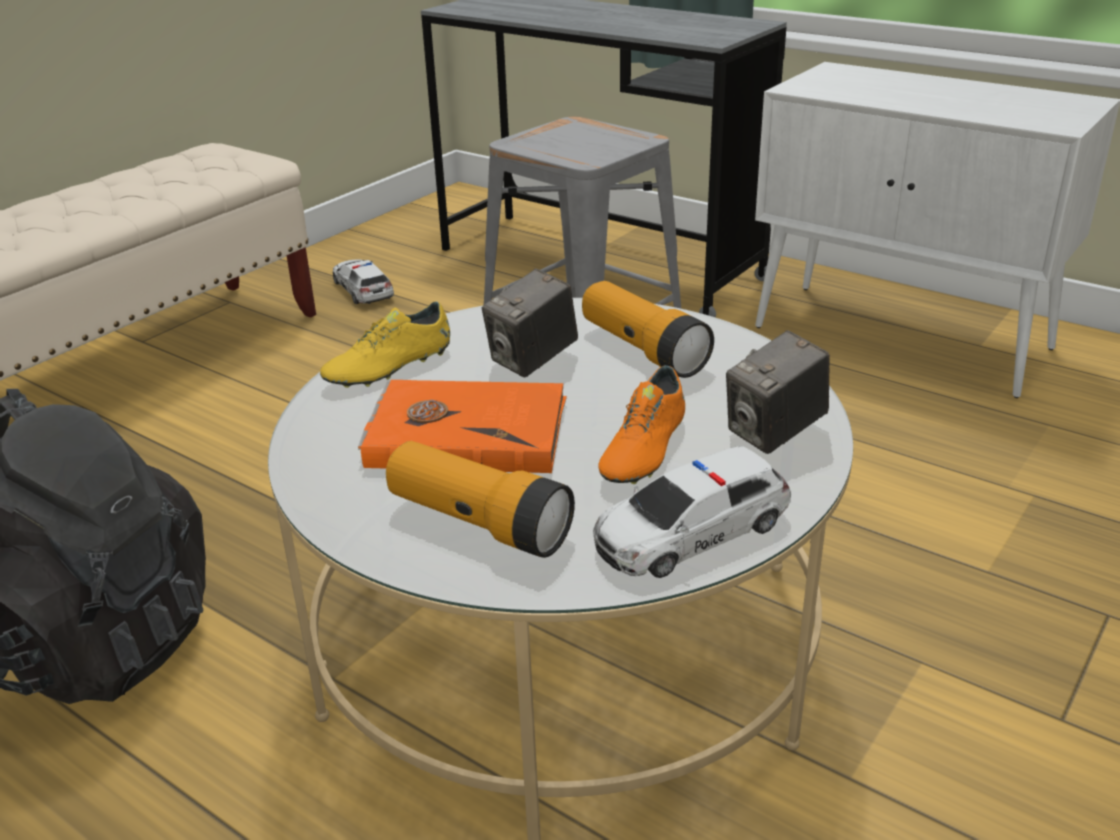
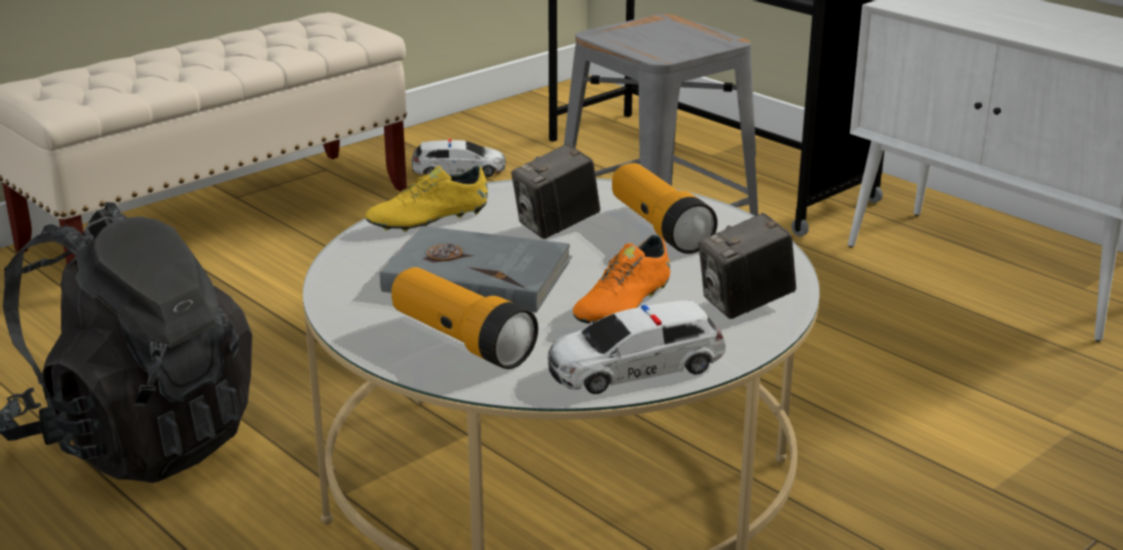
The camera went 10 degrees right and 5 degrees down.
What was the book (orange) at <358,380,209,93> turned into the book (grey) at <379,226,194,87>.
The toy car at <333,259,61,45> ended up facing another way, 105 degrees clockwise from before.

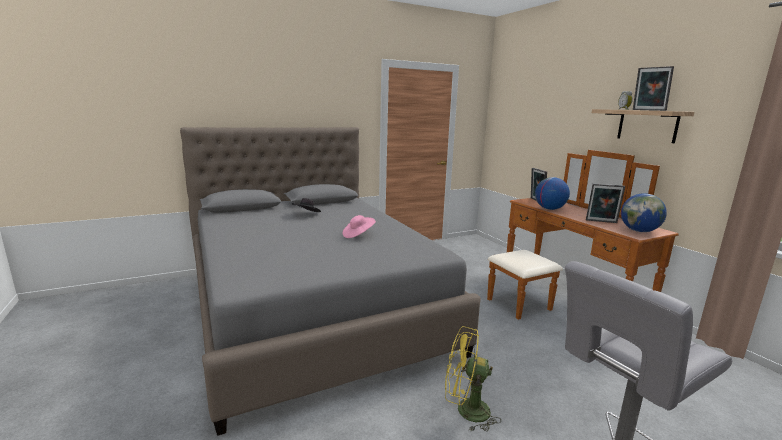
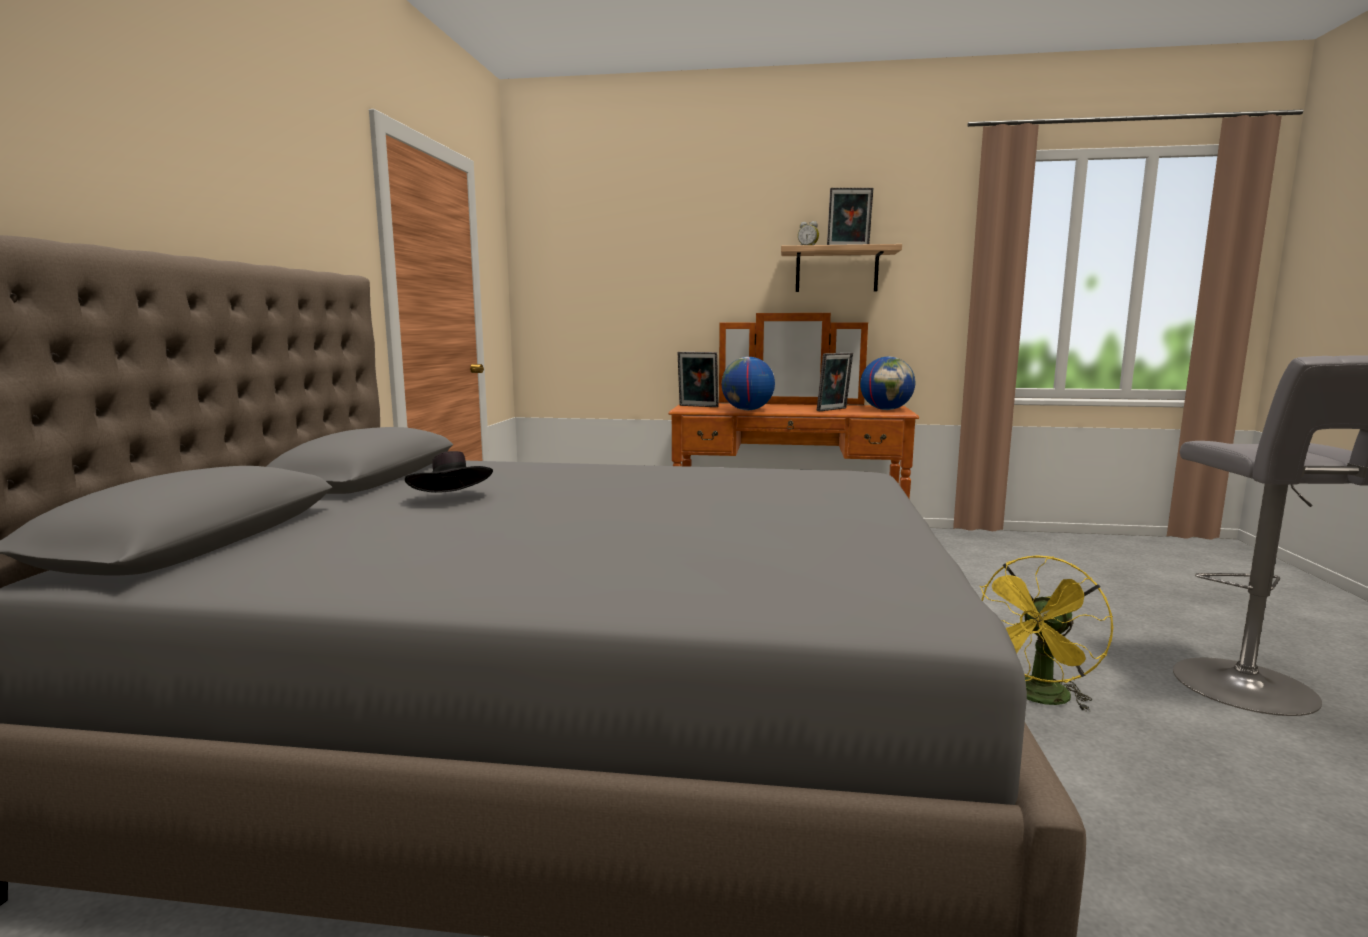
The camera went 55 degrees left and 5 degrees down.
The second view lost the hat (pink) at <342,215,34,23>.

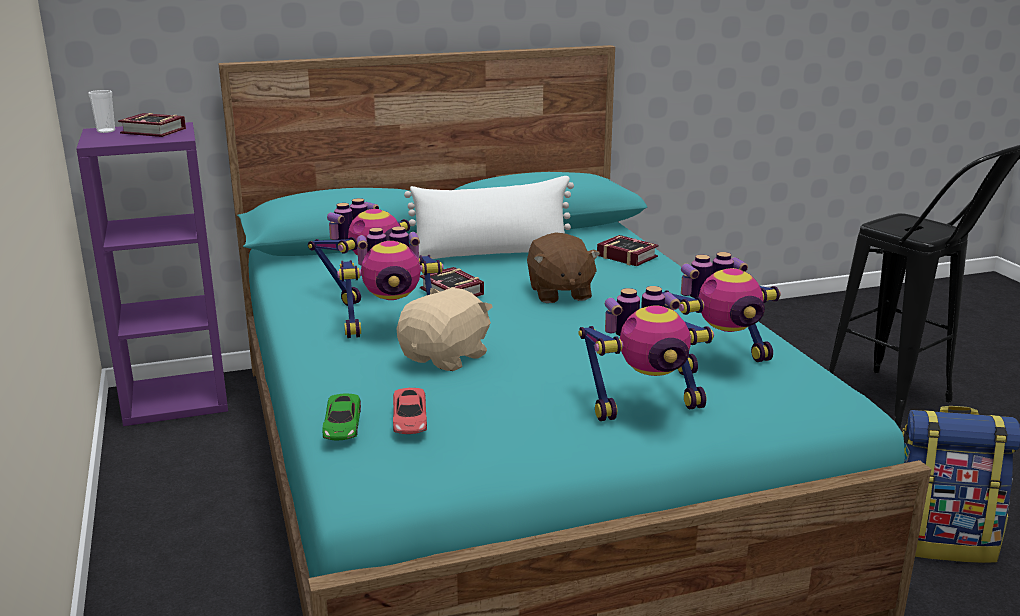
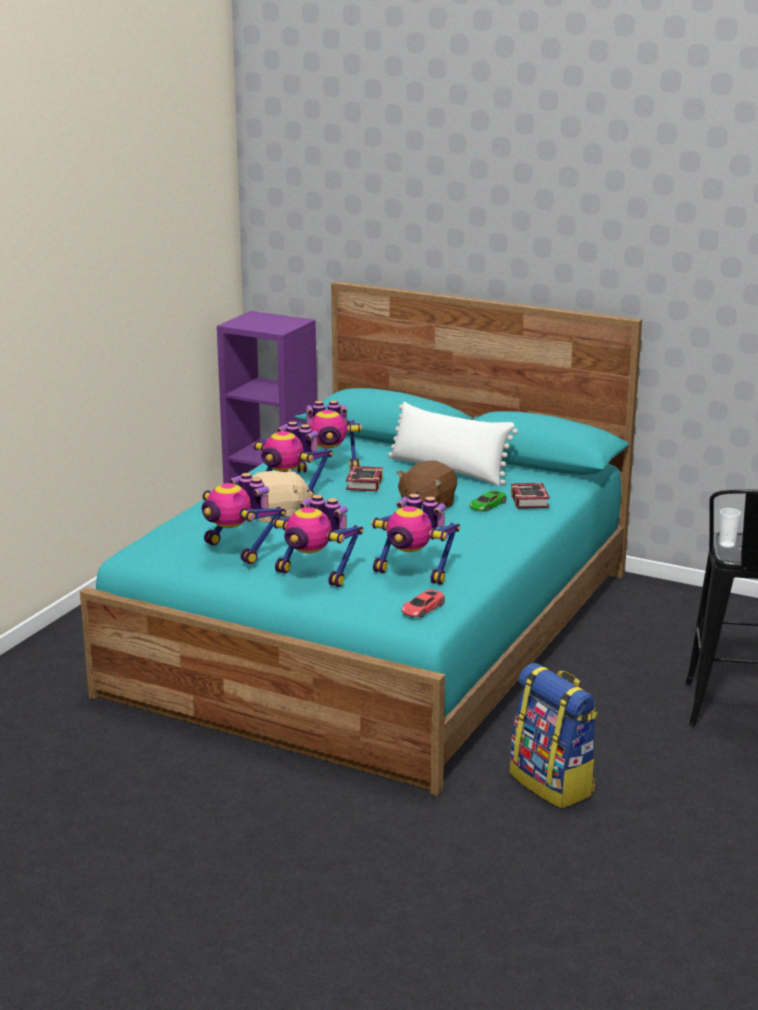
The camera went 45 degrees right and 0 degrees up.
The second view gained the toy robot at <202,473,84,91>.
The toy car (red) ended up elsewhere, having gone from <393,388,34,46> to <402,590,43,27>.
The toy car (green) ended up elsewhere, having gone from <323,393,38,47> to <470,490,37,22>.
The cup ended up elsewhere, having gone from <88,90,27,43> to <719,508,22,40>.
The second view lost the book at <118,113,68,24>.

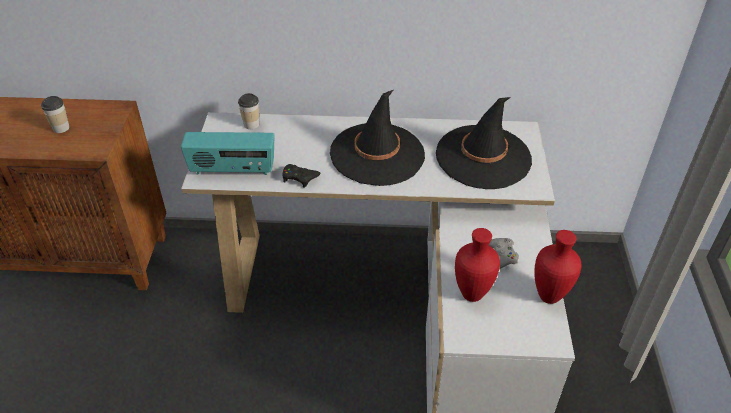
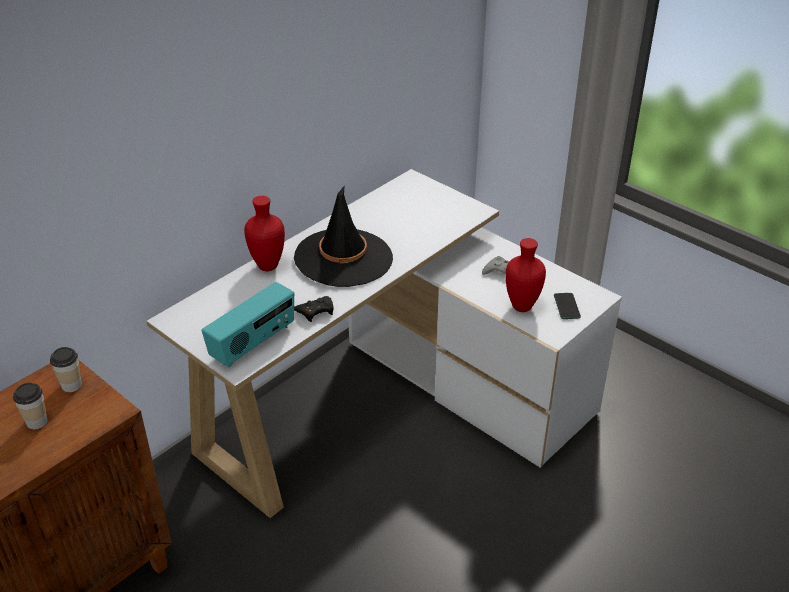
The camera went 50 degrees left and 5 degrees down.
The cup ended up elsewhere, having gone from <238,93,21,36> to <50,347,32,45>.
The vase (red) ended up elsewhere, having gone from <535,230,47,74> to <244,196,41,75>.
The second view gained the phone at <554,293,27,26>.
The second view lost the hat (black) at <436,97,96,92>.

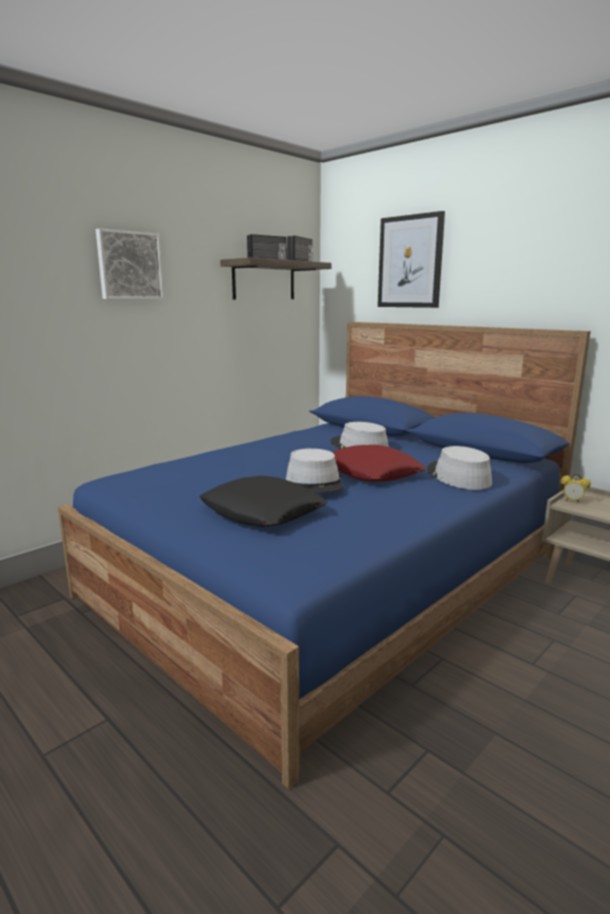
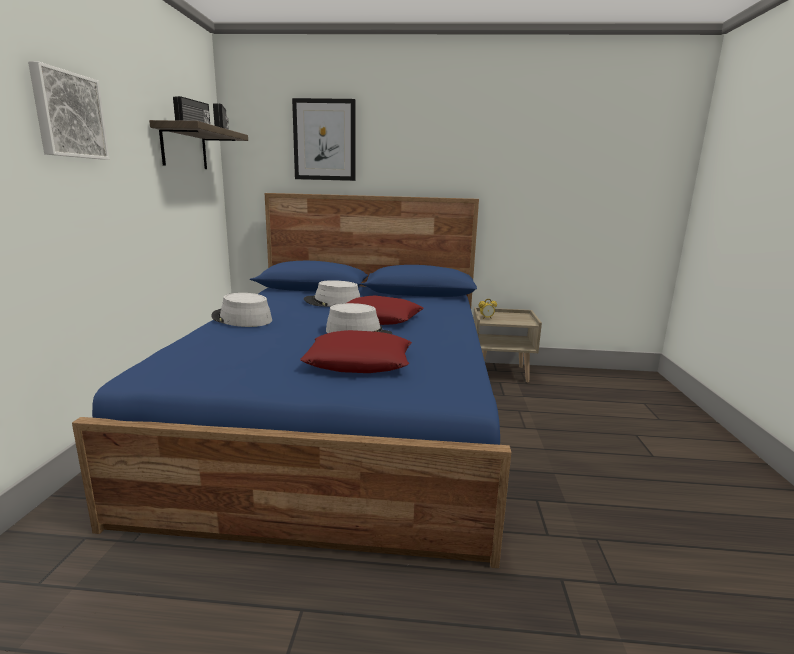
The camera went 40 degrees left and 0 degrees up.
The hat (grey) ended up elsewhere, having gone from <427,446,65,44> to <211,293,61,34>.
What was the pillow (black) at <199,476,129,51> turned into the pillow (red) at <300,330,112,43>.

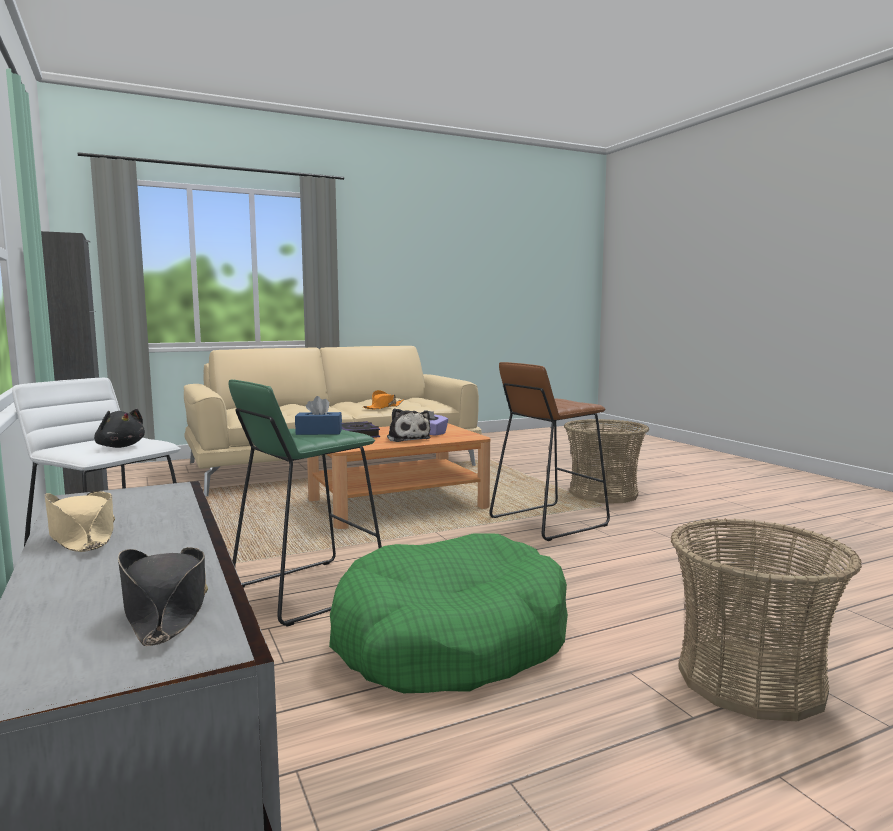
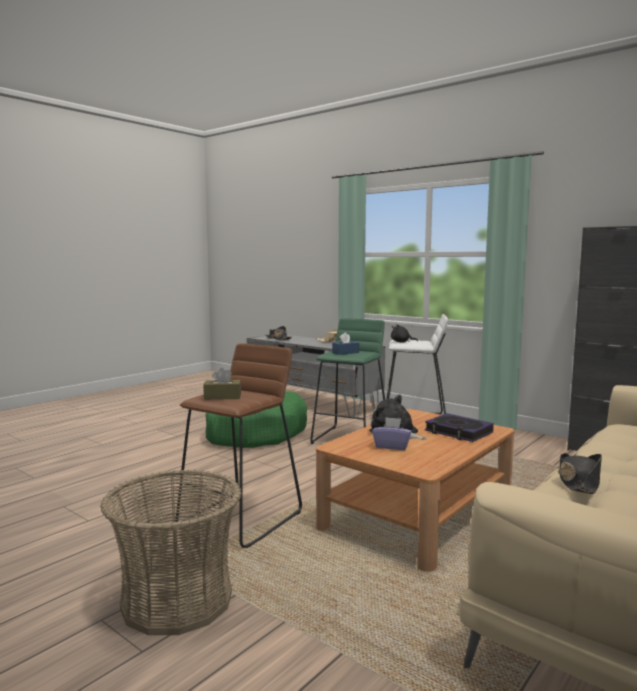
The camera went 155 degrees right and 0 degrees up.
The second view gained the tissue box (brown) at <203,368,38,32>.
What was the hat (orange) at <363,390,41,19> turned into the hat (black) at <558,453,44,41>.
The second view lost the basket at <671,518,191,203>.

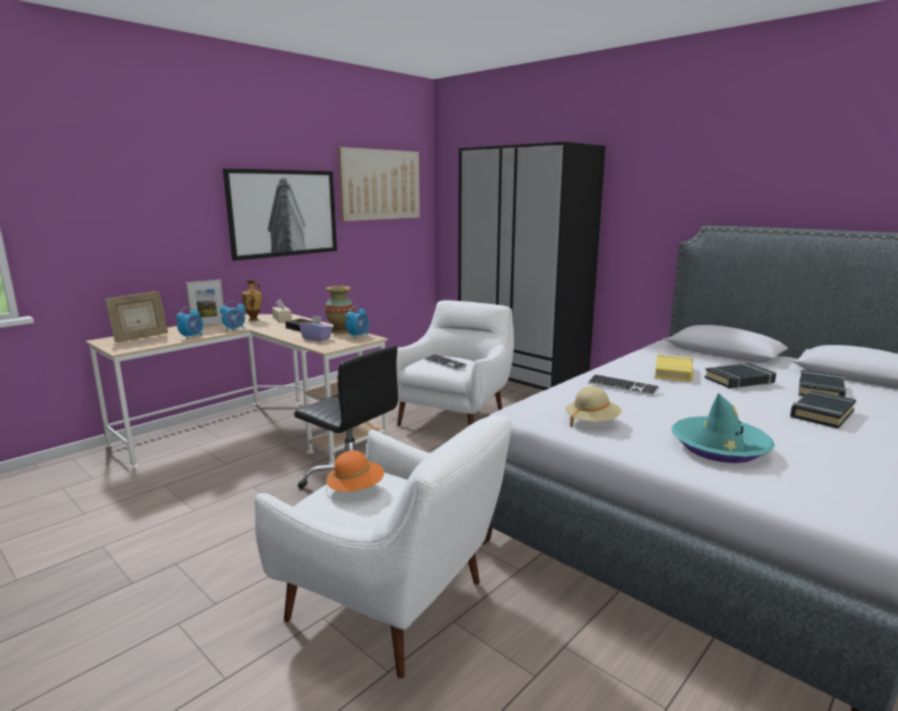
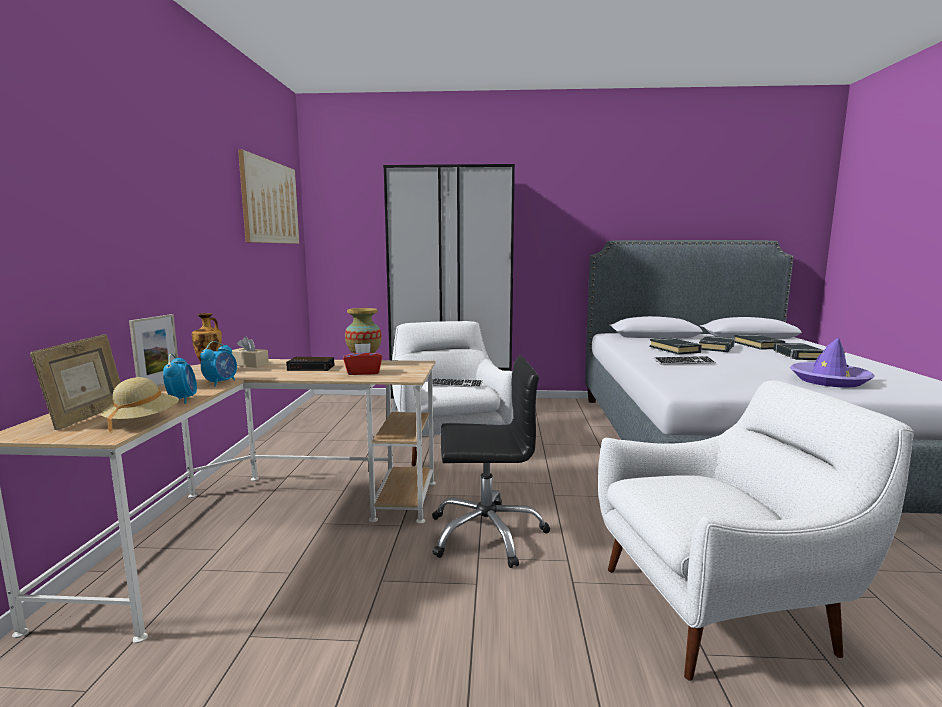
The camera went 40 degrees left and 5 degrees down.
The hat (beige) ended up elsewhere, having gone from <565,386,57,42> to <101,377,78,56>.
What was the tissue box (purple) at <299,315,34,26> turned into the tissue box (red) at <343,343,39,32>.
What was the book (yellow) at <655,354,39,28> turned into the book (black) at <650,338,52,17>.
What was the hat (turquoise) at <672,393,103,70> turned into the hat (purple) at <790,337,85,51>.
The second view lost the picture at <223,168,114,93>.
The second view lost the hat (orange) at <326,450,58,42>.
The second view lost the alarm clock at <346,306,23,32>.

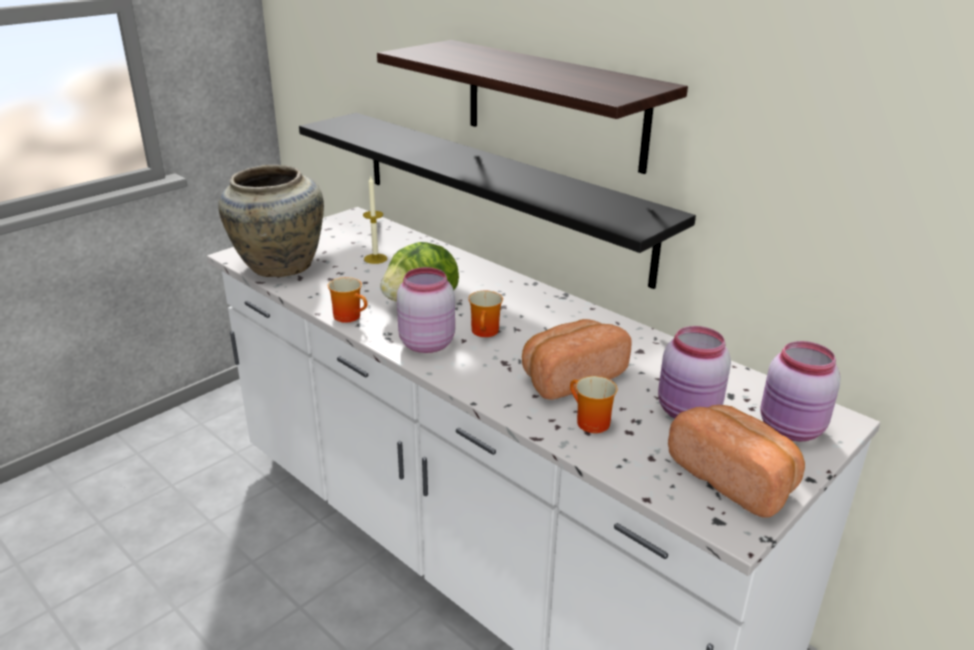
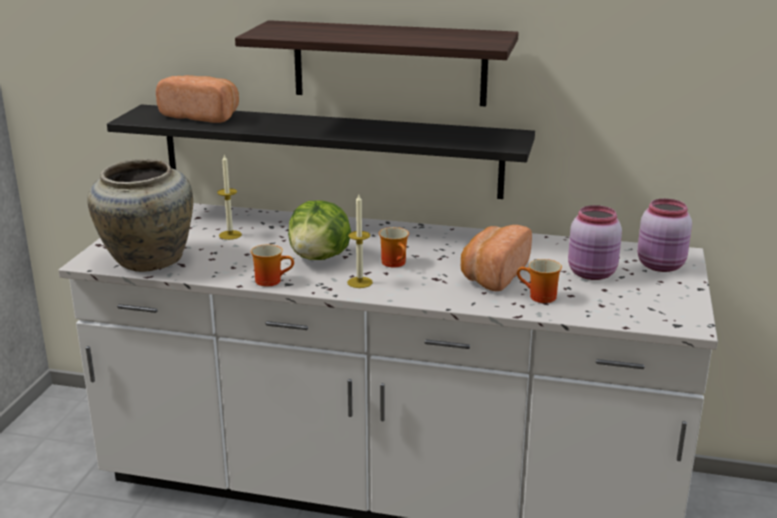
The camera went 30 degrees left and 5 degrees down.
The bread ended up elsewhere, having gone from <668,405,137,113> to <156,75,83,48>.
Where the jar (pink) stood at <397,267,58,86>, the candle came to stand at <347,195,26,93>.

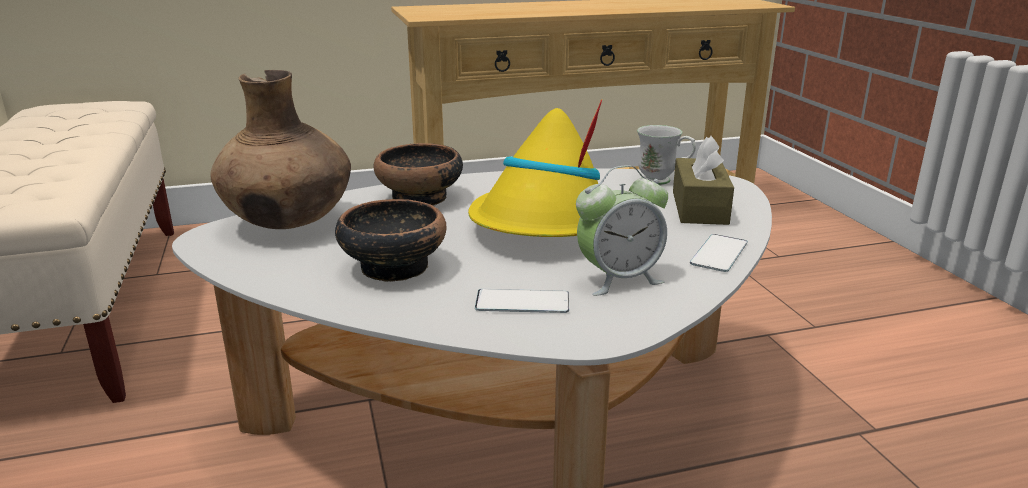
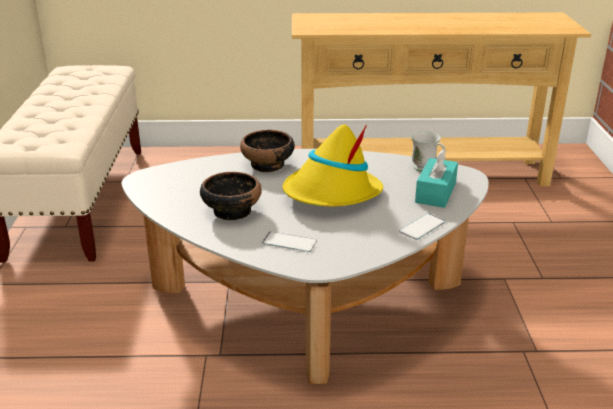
The camera went 15 degrees right and 5 degrees up.
What was the tissue box (brown) at <673,136,61,89> turned into the tissue box (turquoise) at <415,149,43,59>.
The second view lost the vase (brown) at <210,70,141,159>.
The second view lost the alarm clock at <576,165,92,131>.

